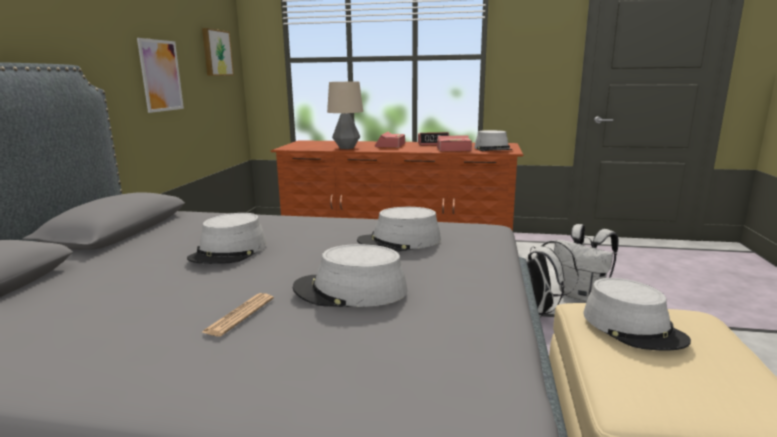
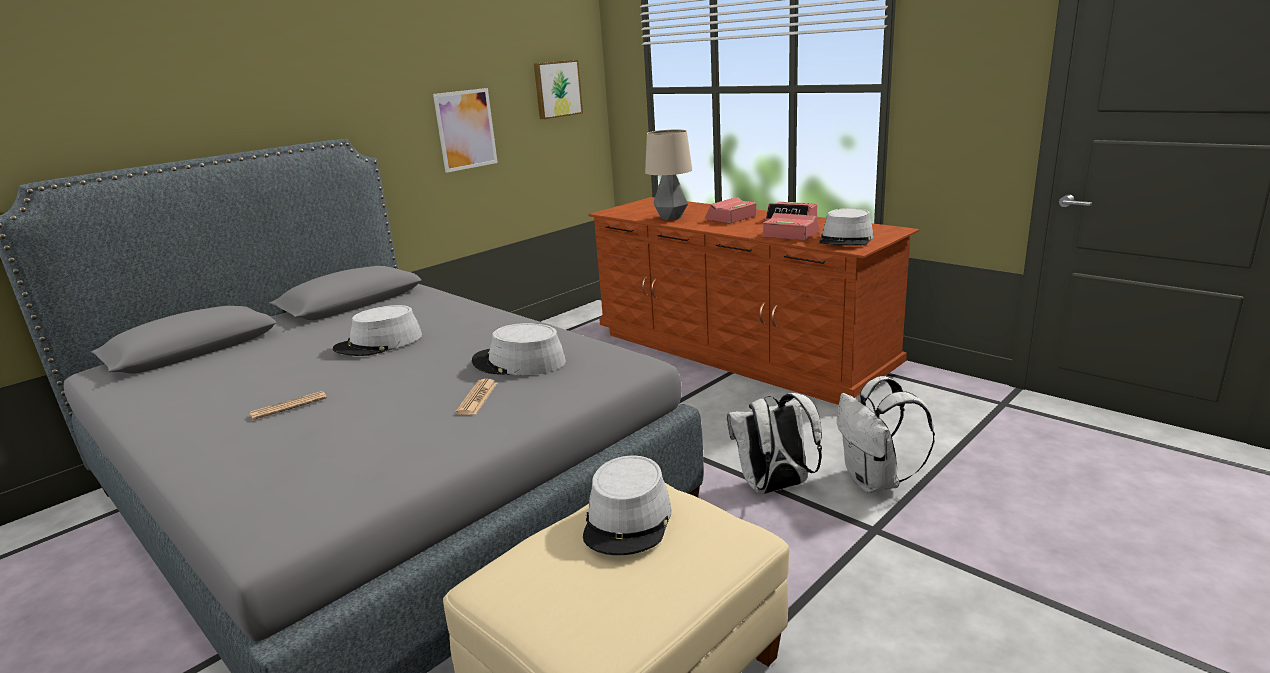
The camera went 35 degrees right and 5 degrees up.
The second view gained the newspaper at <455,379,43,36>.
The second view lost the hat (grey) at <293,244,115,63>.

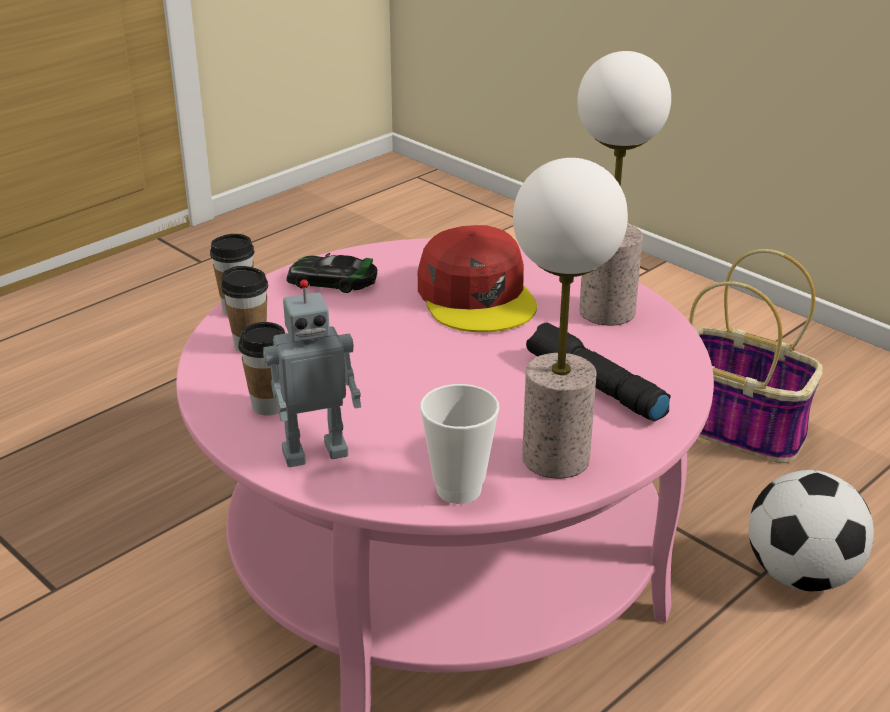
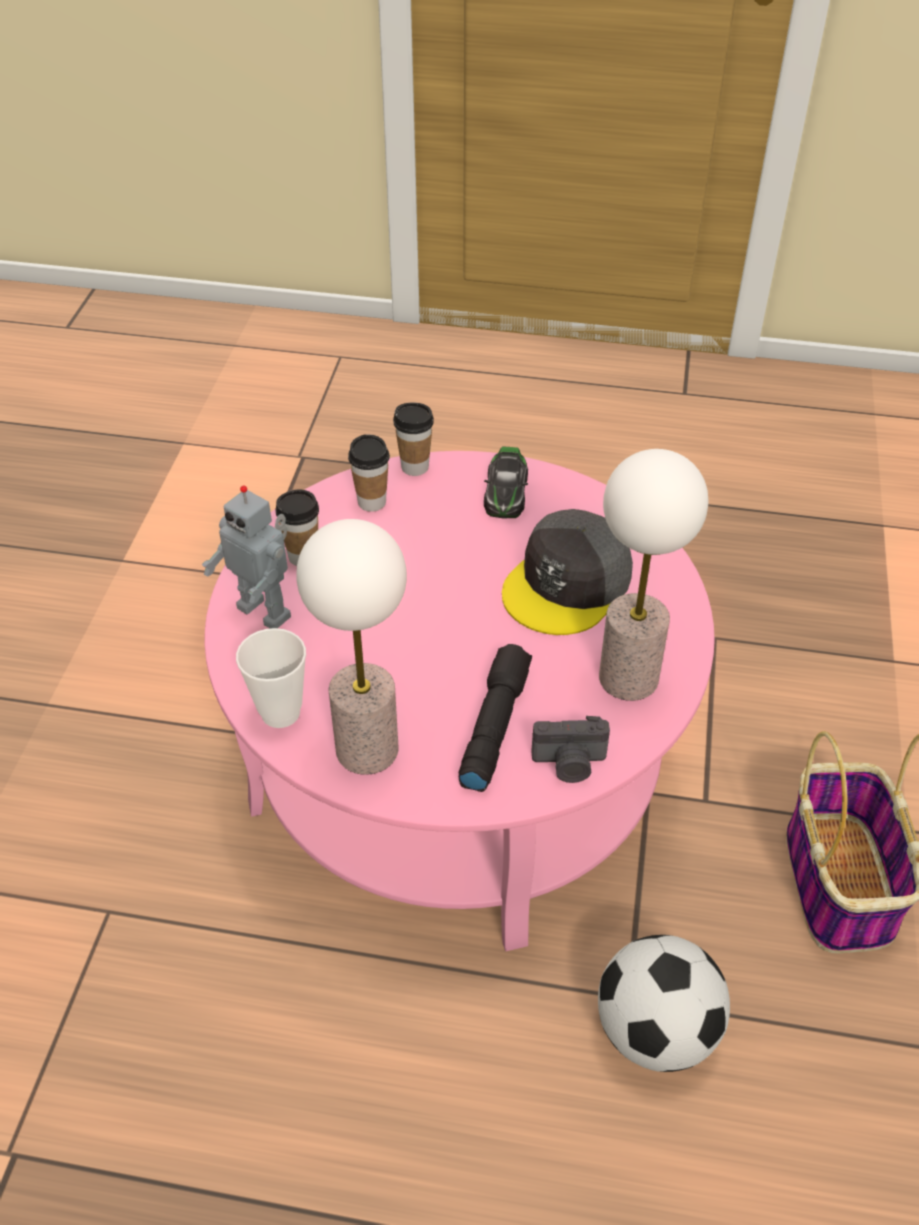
The camera went 55 degrees right and 15 degrees up.
The toy car at <286,253,91,40> ended up facing another way, 150 degrees counterclockwise from before.
What was the cap (red) at <418,225,119,107> turned into the cap (grey) at <502,509,131,126>.
The second view gained the photo camera at <531,716,79,67>.

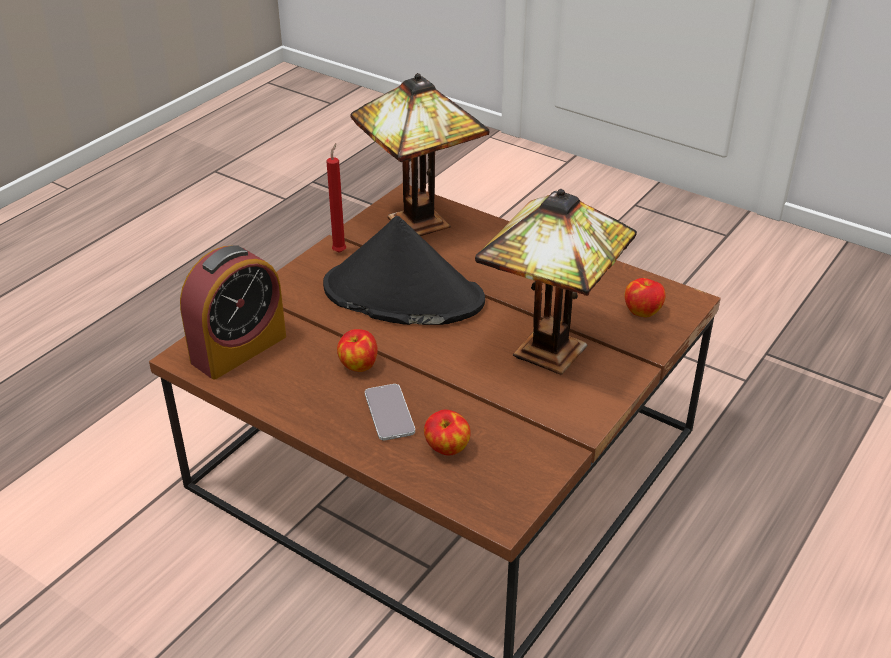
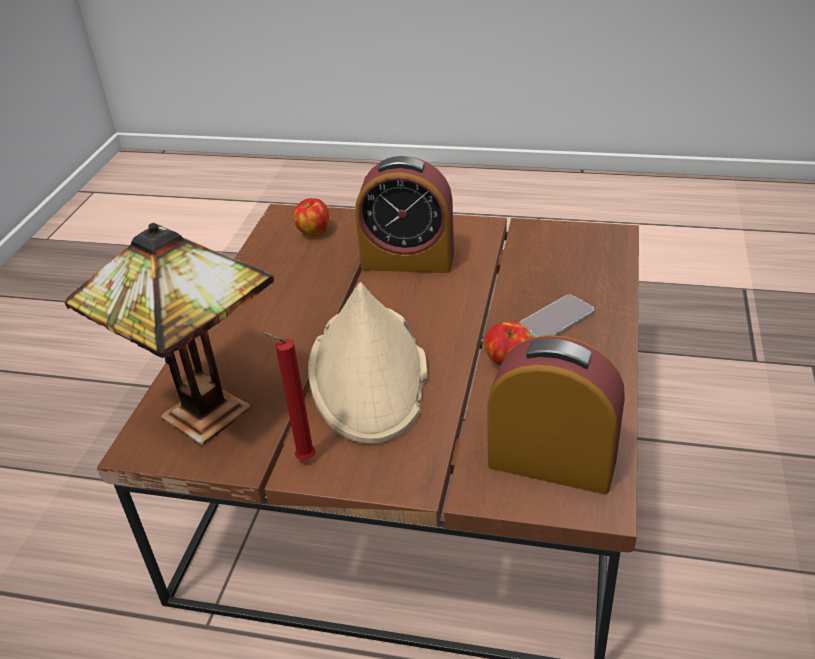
The camera went 110 degrees left and 0 degrees up.
What was the hat (black) at <323,216,162,109> turned into the hat (beige) at <308,282,119,162>.
Where the table lamp stood at <475,189,162,186>, the alarm clock came to stand at <355,156,99,117>.
The second view lost the apple at <424,410,47,45>.

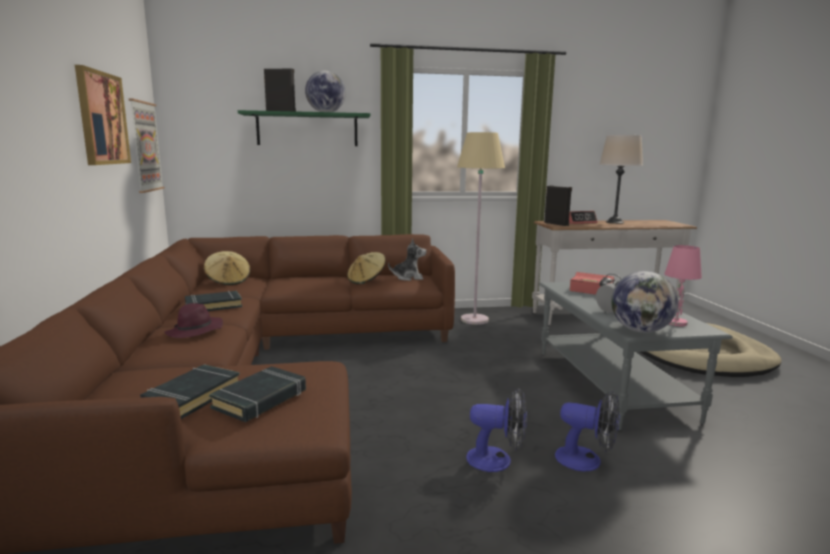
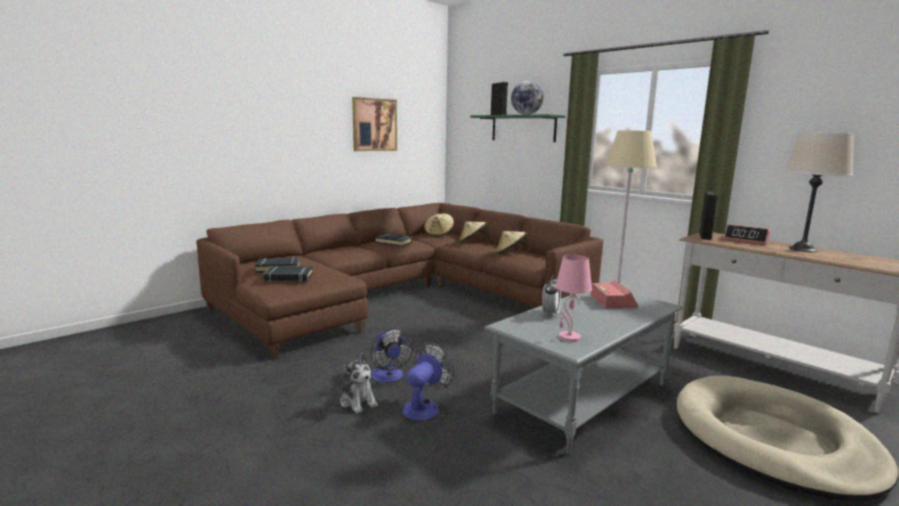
The camera went 55 degrees right and 0 degrees up.
The plush toy ended up elsewhere, having gone from <388,239,39,42> to <340,353,38,61>.
The fan at <555,391,65,80> ended up facing another way, 135 degrees counterclockwise from before.
The second view gained the hat (beige) at <459,222,30,20>.
The second view lost the picture at <129,98,36,95>.
The second view lost the hat (purple) at <164,303,59,35>.
The second view lost the globe at <611,271,67,62>.

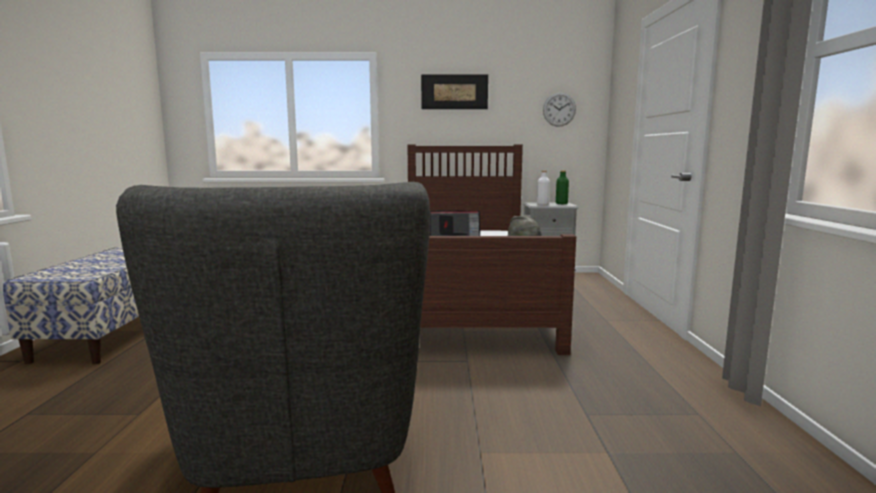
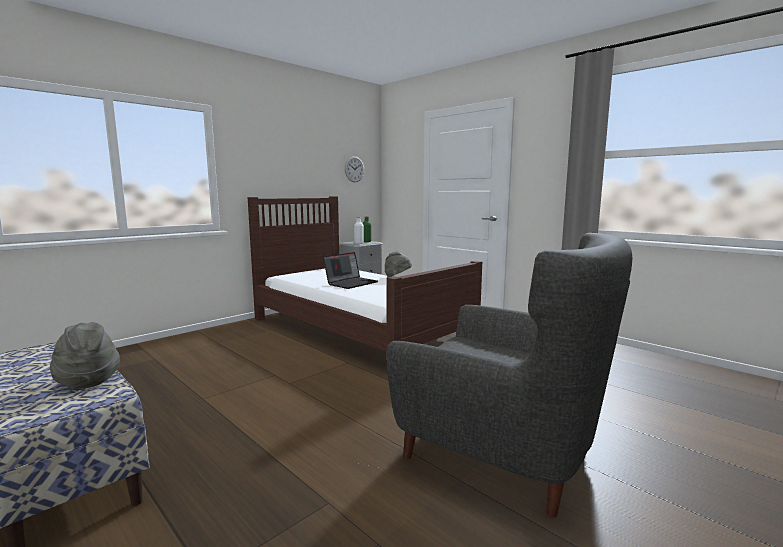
The camera went 45 degrees left and 0 degrees up.
The second view gained the hat (grey) at <50,322,70,67>.
The second view lost the picture at <421,75,67,34>.

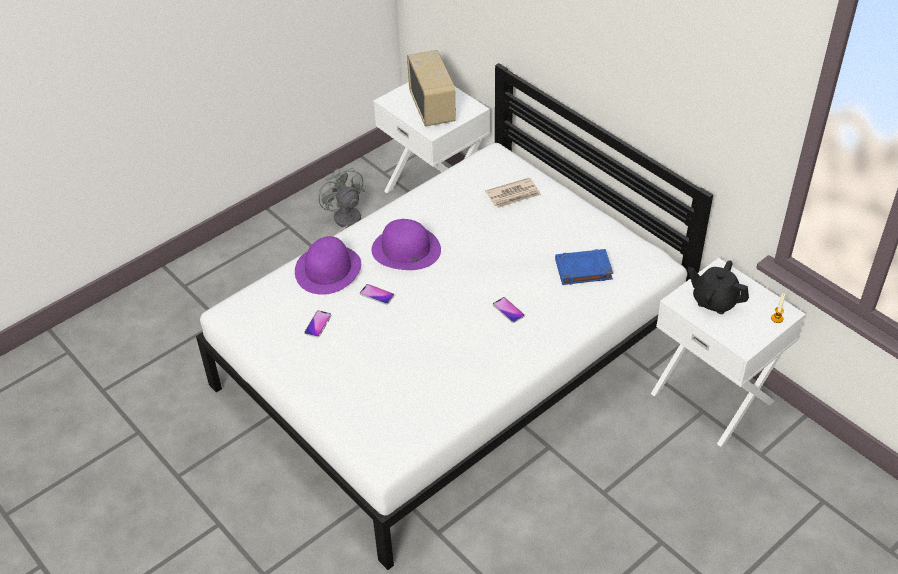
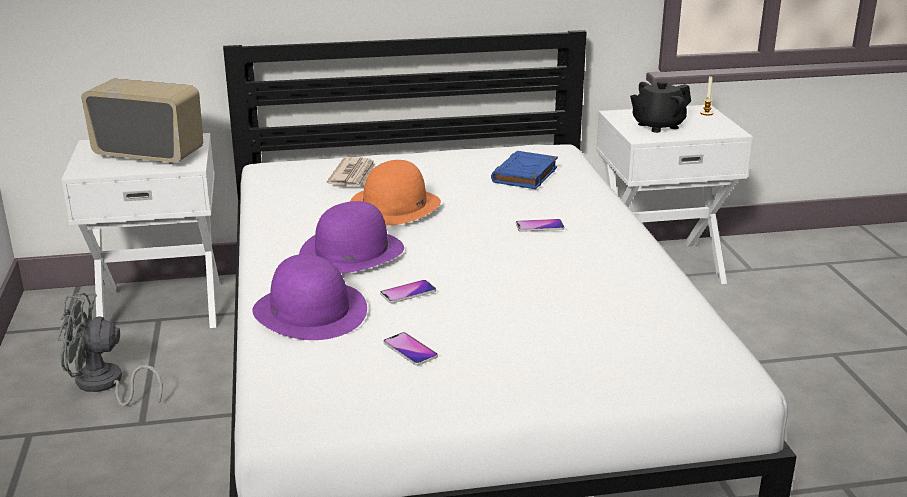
The camera went 60 degrees left and 20 degrees down.
The second view gained the hat (orange) at <350,160,91,66>.

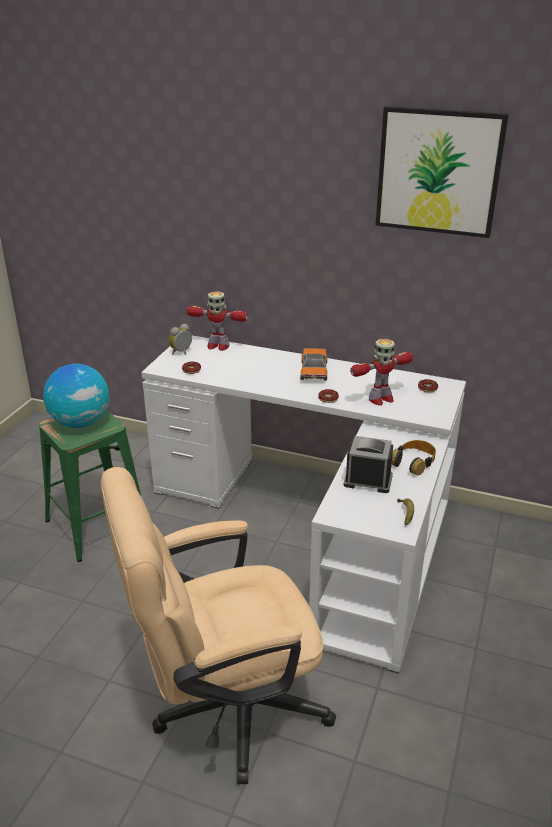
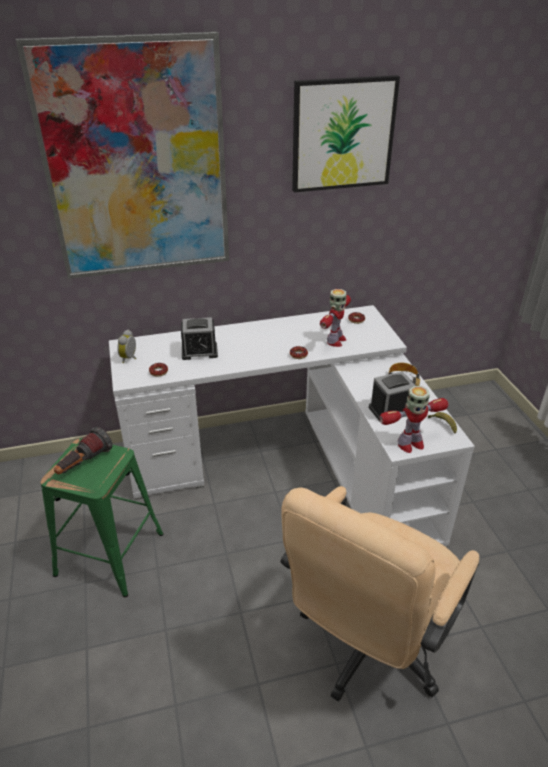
The camera went 35 degrees left and 5 degrees up.
The second view gained the picture at <16,32,213,247>.
Where the globe stood at <43,364,67,64>, the flashlight came to stand at <54,427,59,48>.
The second view gained the alarm clock at <181,317,37,43>.
The toy robot ended up elsewhere, having gone from <187,291,61,60> to <379,386,70,67>.
The second view lost the toy car at <301,348,27,32>.

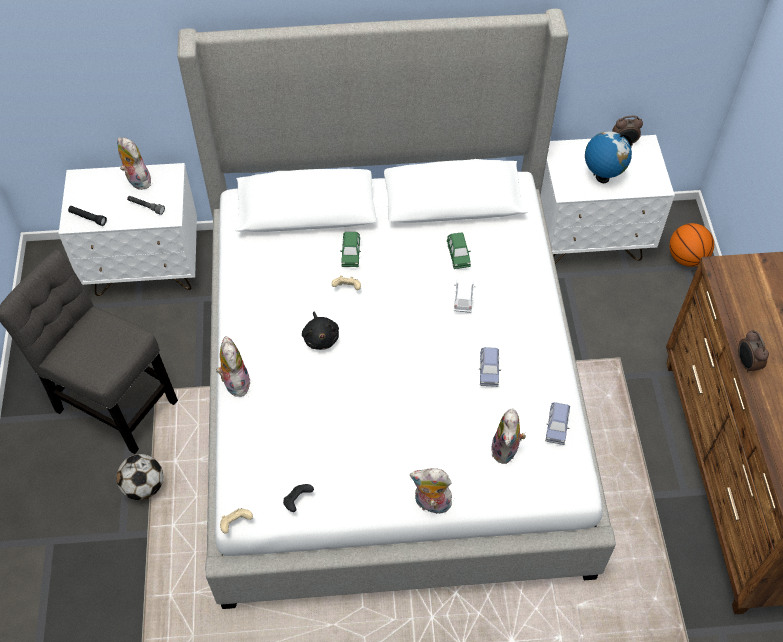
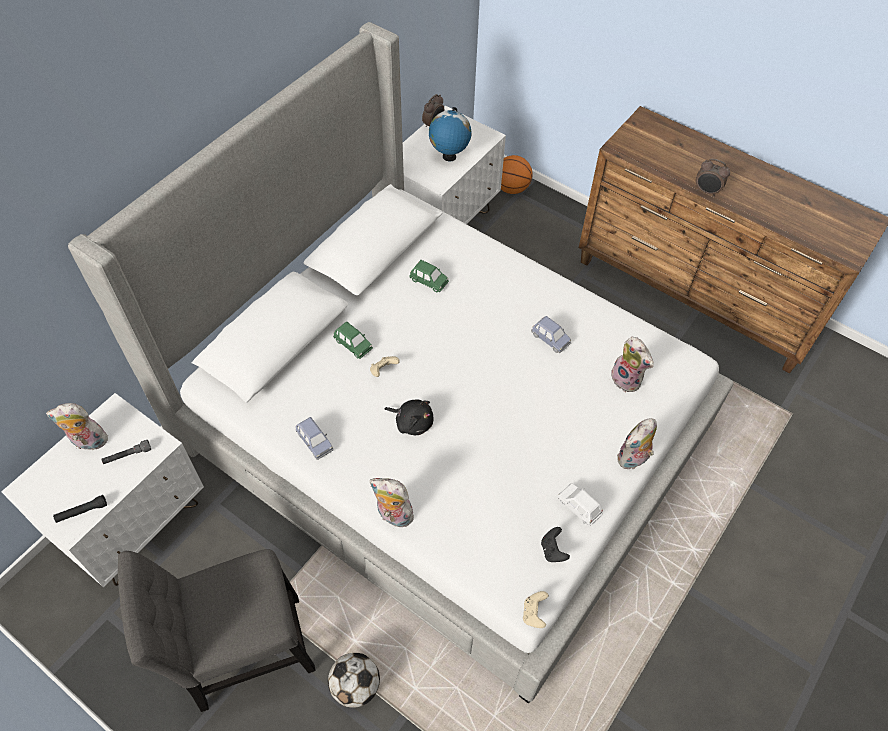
The camera went 50 degrees left and 0 degrees up.
The toy car (blue) ended up elsewhere, having gone from <545,402,25,43> to <295,417,39,43>.
The toy car (white) ended up elsewhere, having gone from <454,278,22,35> to <557,484,46,43>.

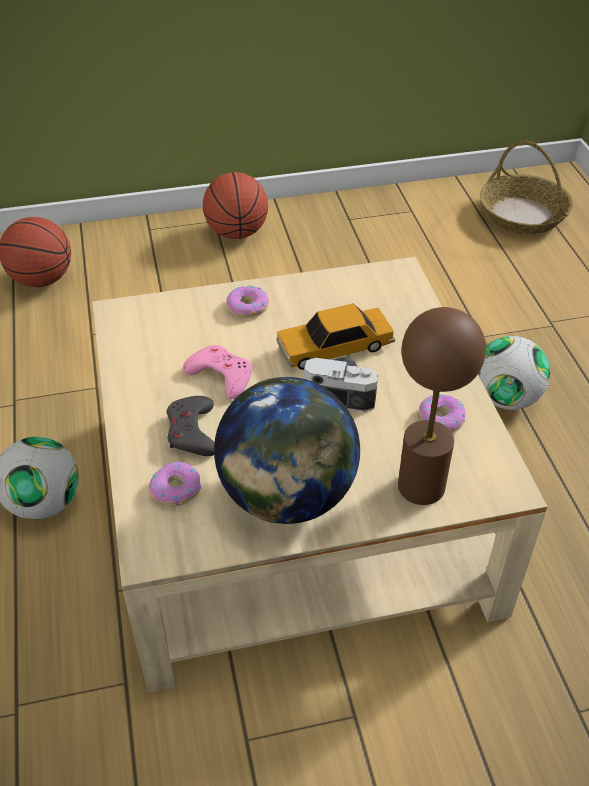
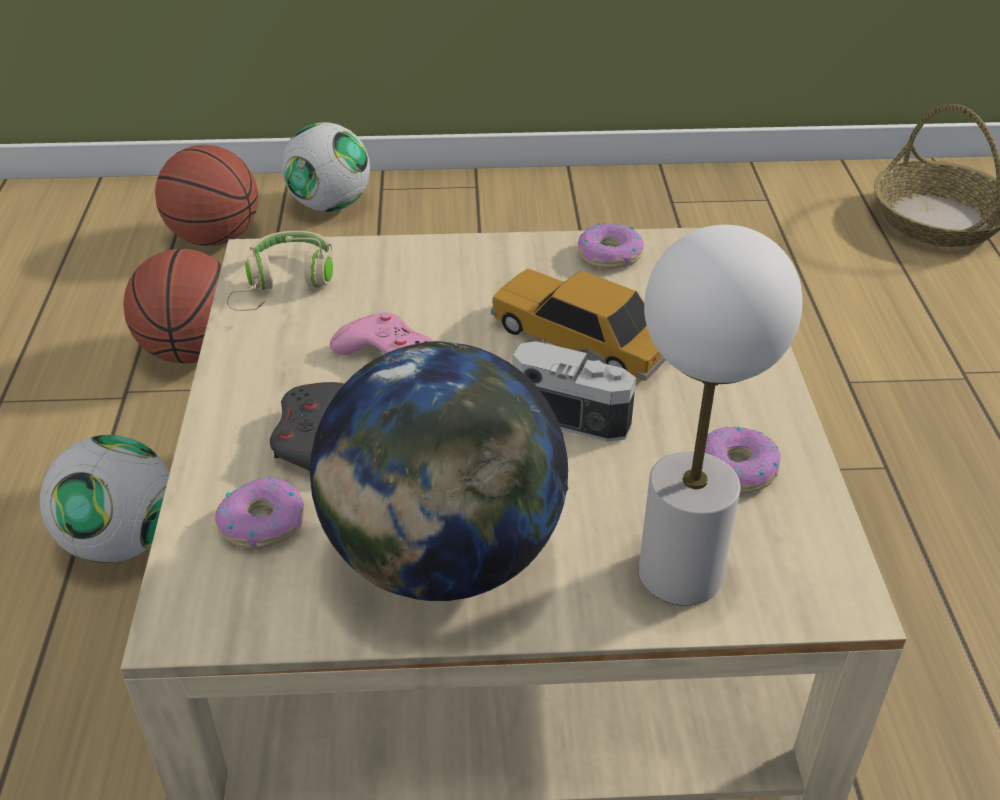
The camera went 10 degrees right and 5 degrees down.
The basketball ended up elsewhere, having gone from <203,172,65,67> to <123,249,99,114>.
The second view gained the headphones (beige) at <227,231,106,80>.
The football ended up elsewhere, having gone from <478,336,72,74> to <282,122,88,90>.
The toy car at <277,303,118,67> ended up facing another way, 45 degrees clockwise from before.
The donut ended up elsewhere, having gone from <226,285,43,33> to <578,222,66,46>.
What was the table lamp (brown) at <398,307,88,198> turned into the table lamp (white) at <639,225,164,381>.

